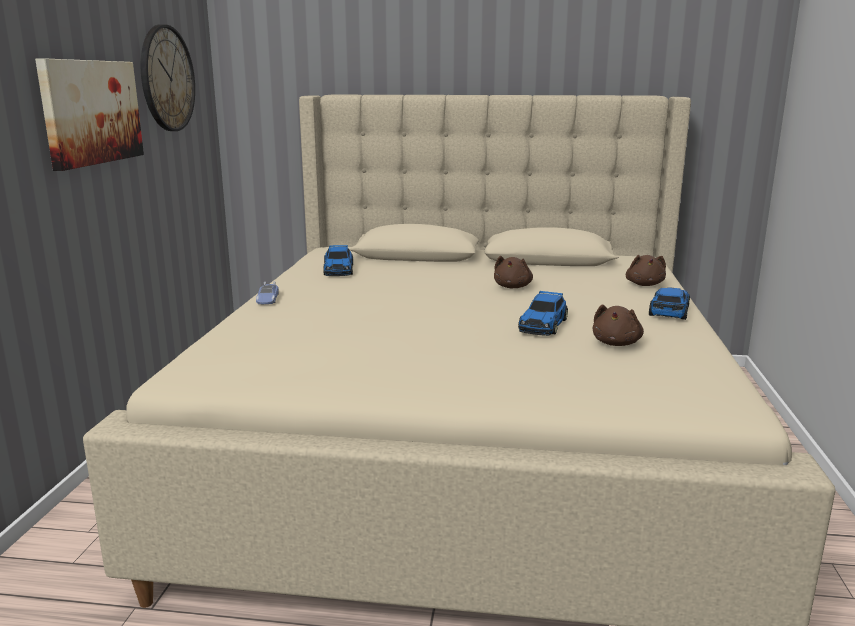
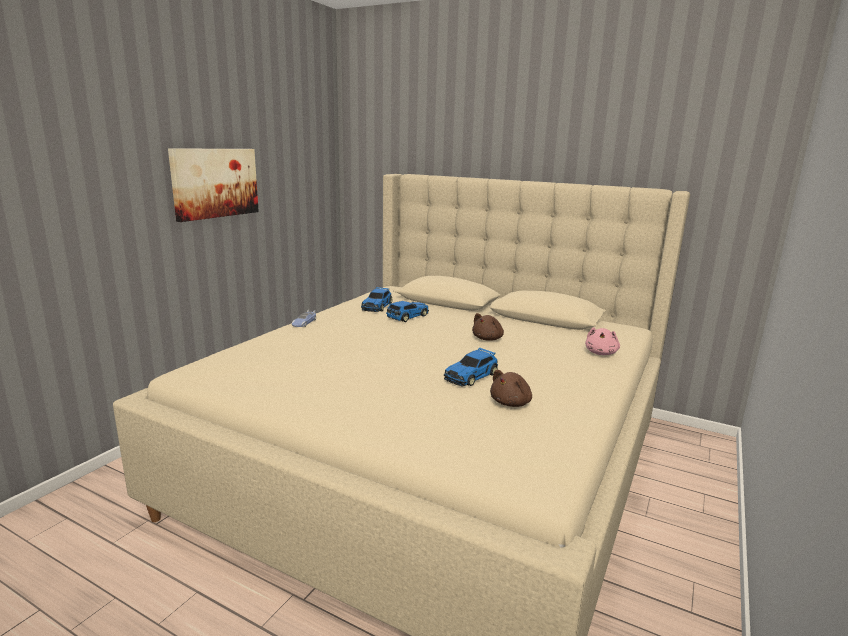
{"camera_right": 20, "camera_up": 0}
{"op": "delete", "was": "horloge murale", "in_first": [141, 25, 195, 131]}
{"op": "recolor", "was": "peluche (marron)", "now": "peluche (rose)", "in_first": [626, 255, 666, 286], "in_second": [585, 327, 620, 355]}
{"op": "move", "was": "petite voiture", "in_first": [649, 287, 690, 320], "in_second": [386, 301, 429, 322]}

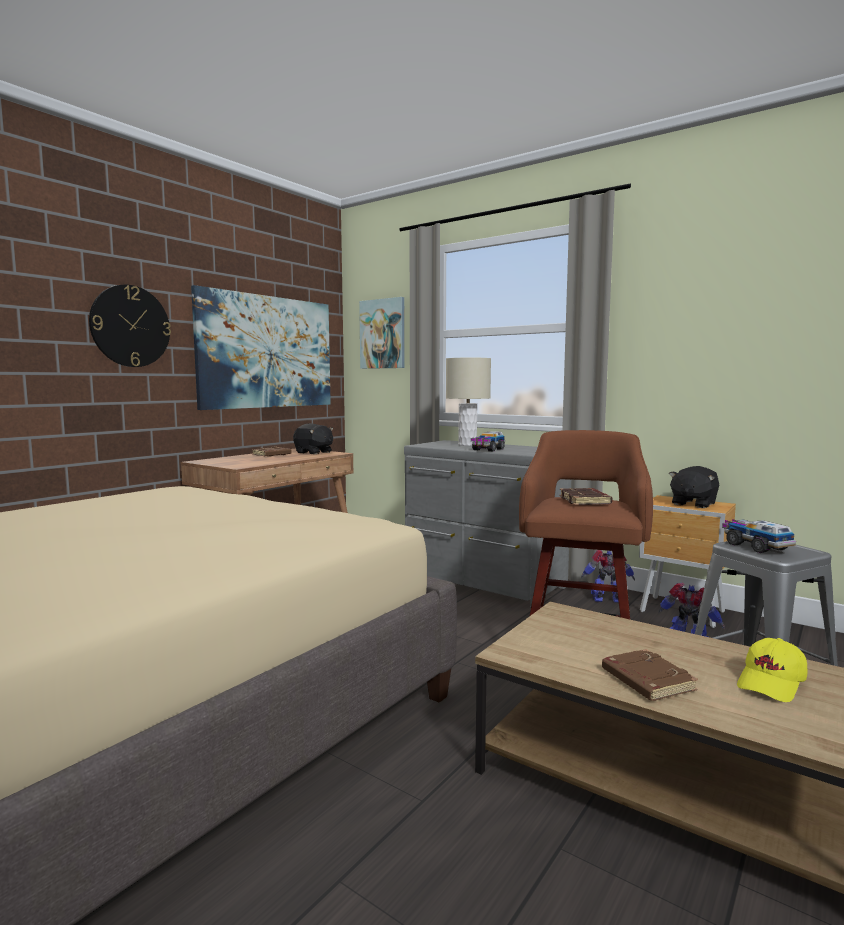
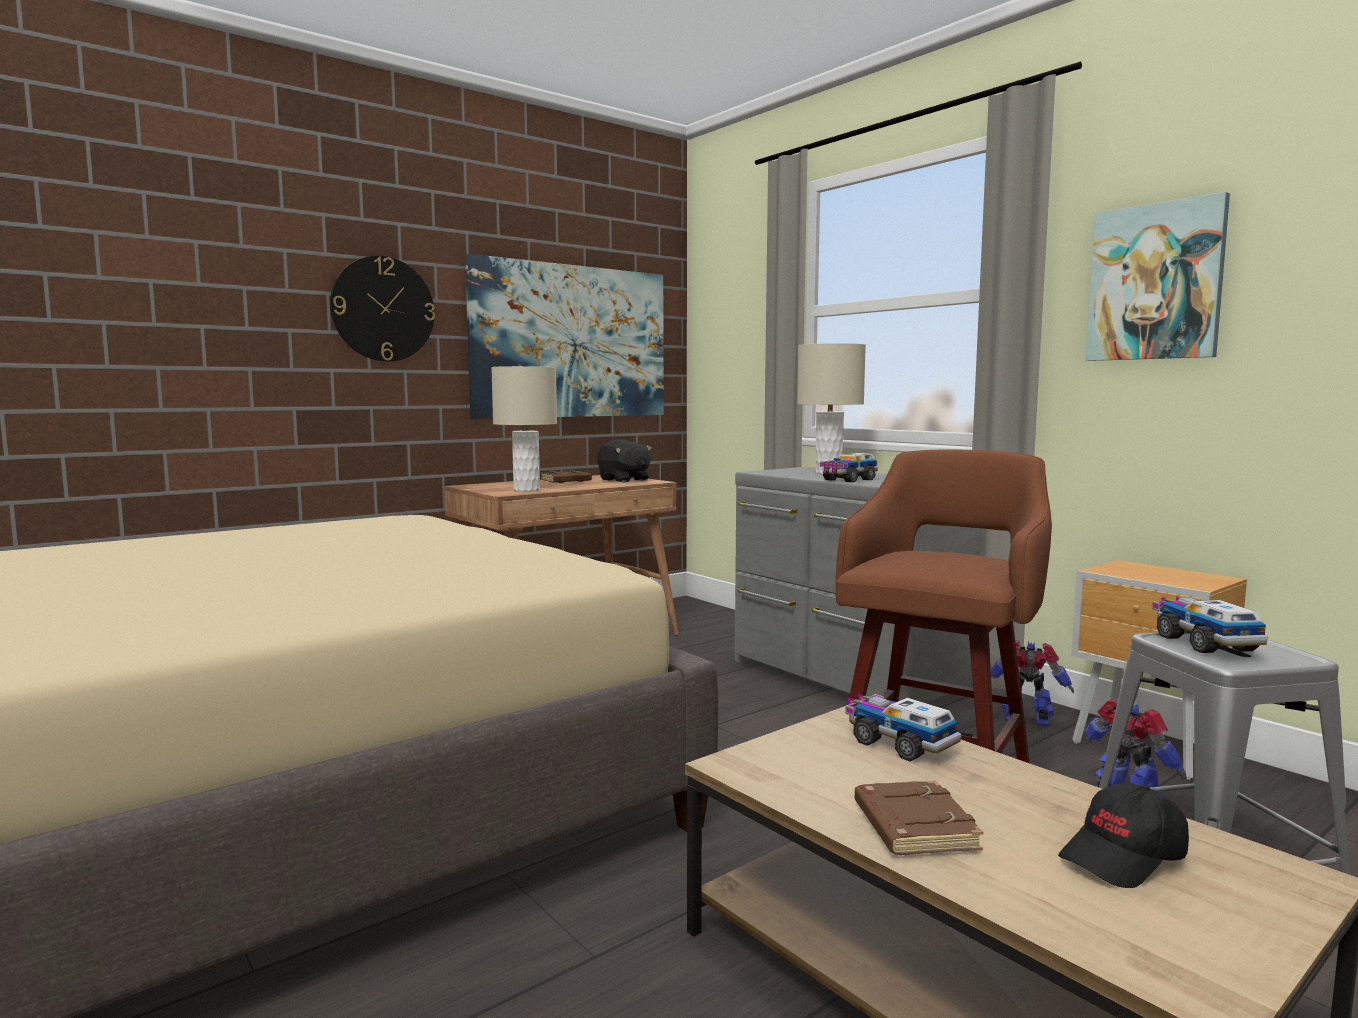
{"camera_right": 15, "camera_up": 0}
{"op": "move", "was": "tableau", "in_first": [359, 297, 405, 369], "in_second": [1086, 192, 1230, 361]}
{"op": "delete", "was": "peluche (noir)", "in_first": [669, 466, 719, 508]}
{"op": "delete", "was": "livre (marron)", "in_first": [559, 488, 612, 505]}
{"op": "recolor", "was": "casquette (jaune)", "now": "casquette (noir)", "in_first": [737, 638, 807, 702], "in_second": [1058, 783, 1189, 888]}
{"op": "insert", "now": "lampe de table (beige)", "in_second": [491, 366, 557, 492]}
{"op": "insert", "now": "camion jouet", "in_second": [845, 694, 961, 761]}

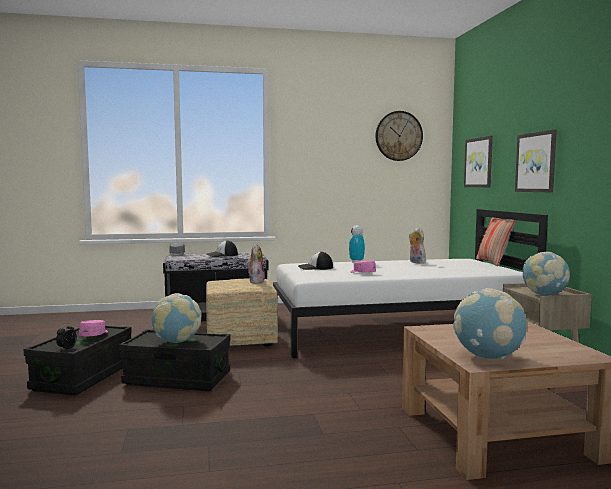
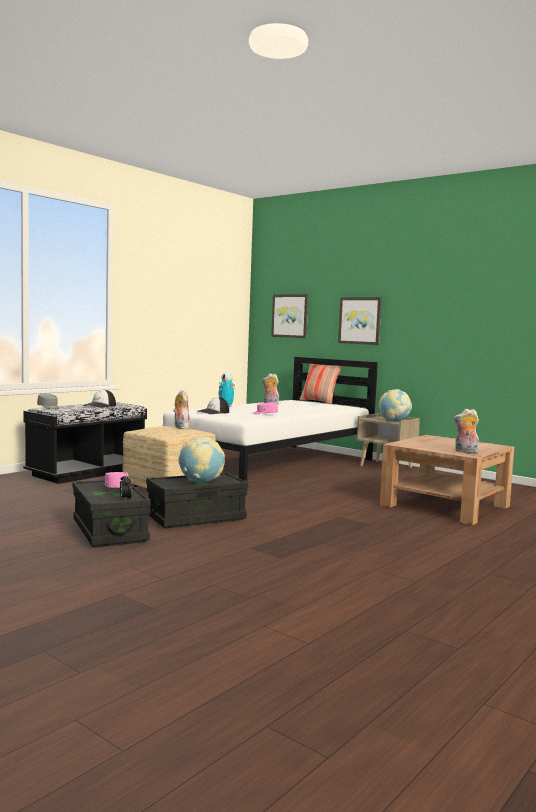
{"camera_right": -40, "camera_up": 0}
{"op": "delete", "was": "horloge murale", "in_first": [376, 111, 423, 161]}
{"op": "replace", "was": "globe", "now": "peluche", "in_first": [453, 288, 527, 359], "in_second": [453, 409, 479, 453]}

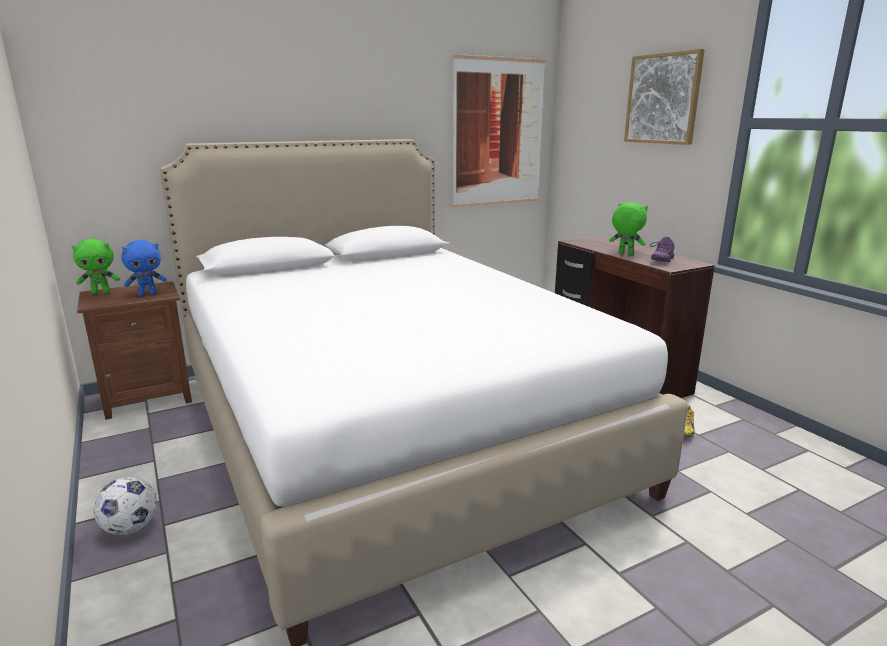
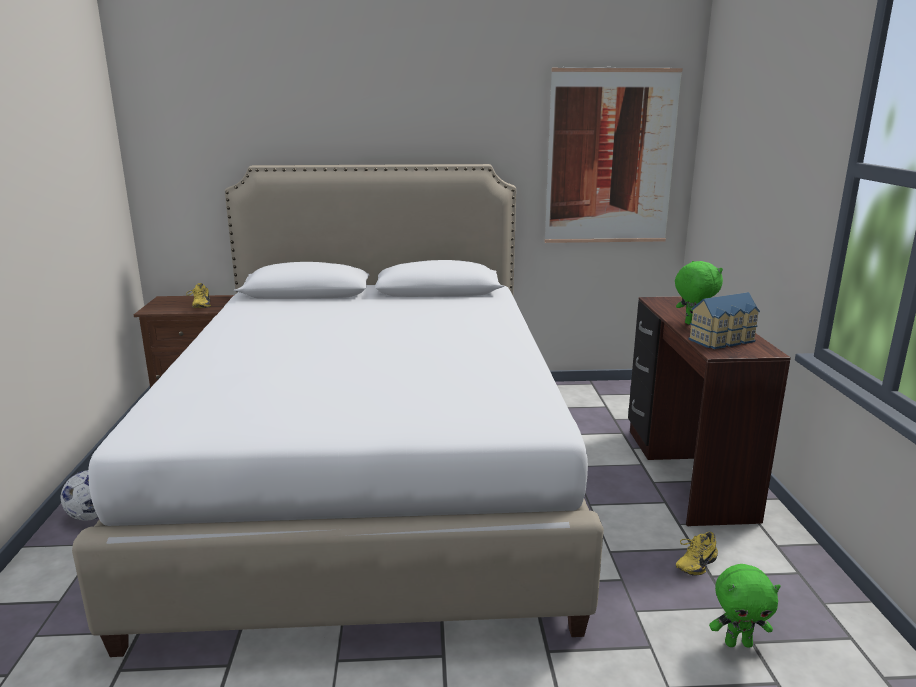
{"camera_right": 25, "camera_up": 0}
{"op": "delete", "was": "tableau", "in_first": [624, 49, 705, 145]}
{"op": "replace", "was": "chaussure (violet)", "now": "maison miniature", "in_first": [650, 237, 675, 262], "in_second": [688, 292, 760, 349]}
{"op": "move", "was": "peluche (vert)", "in_first": [72, 239, 120, 294], "in_second": [709, 564, 781, 648]}
{"op": "replace", "was": "peluche (bleu)", "now": "chaussure (jaune)", "in_first": [121, 240, 167, 296], "in_second": [186, 283, 211, 308]}

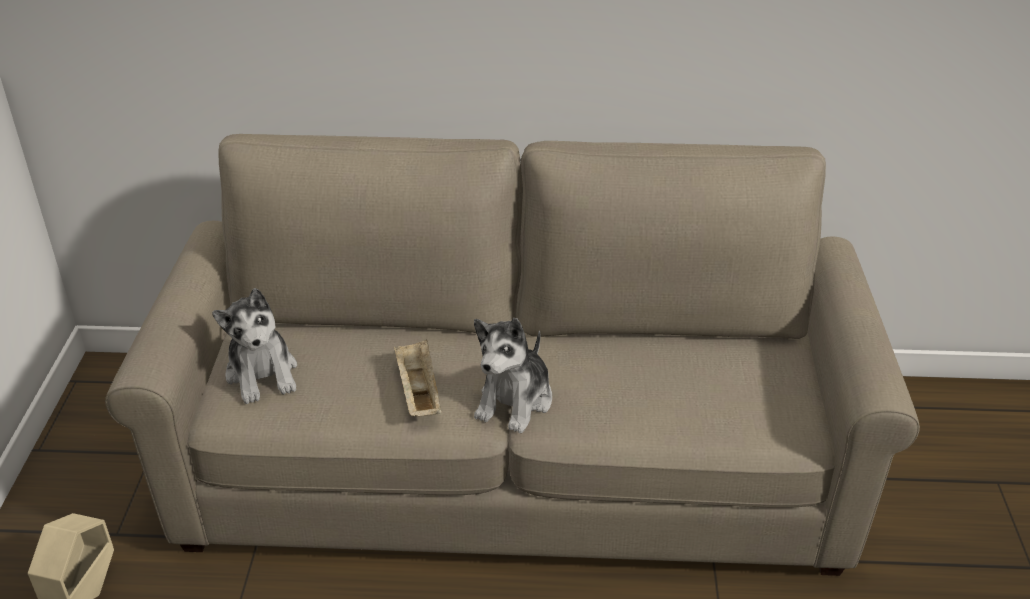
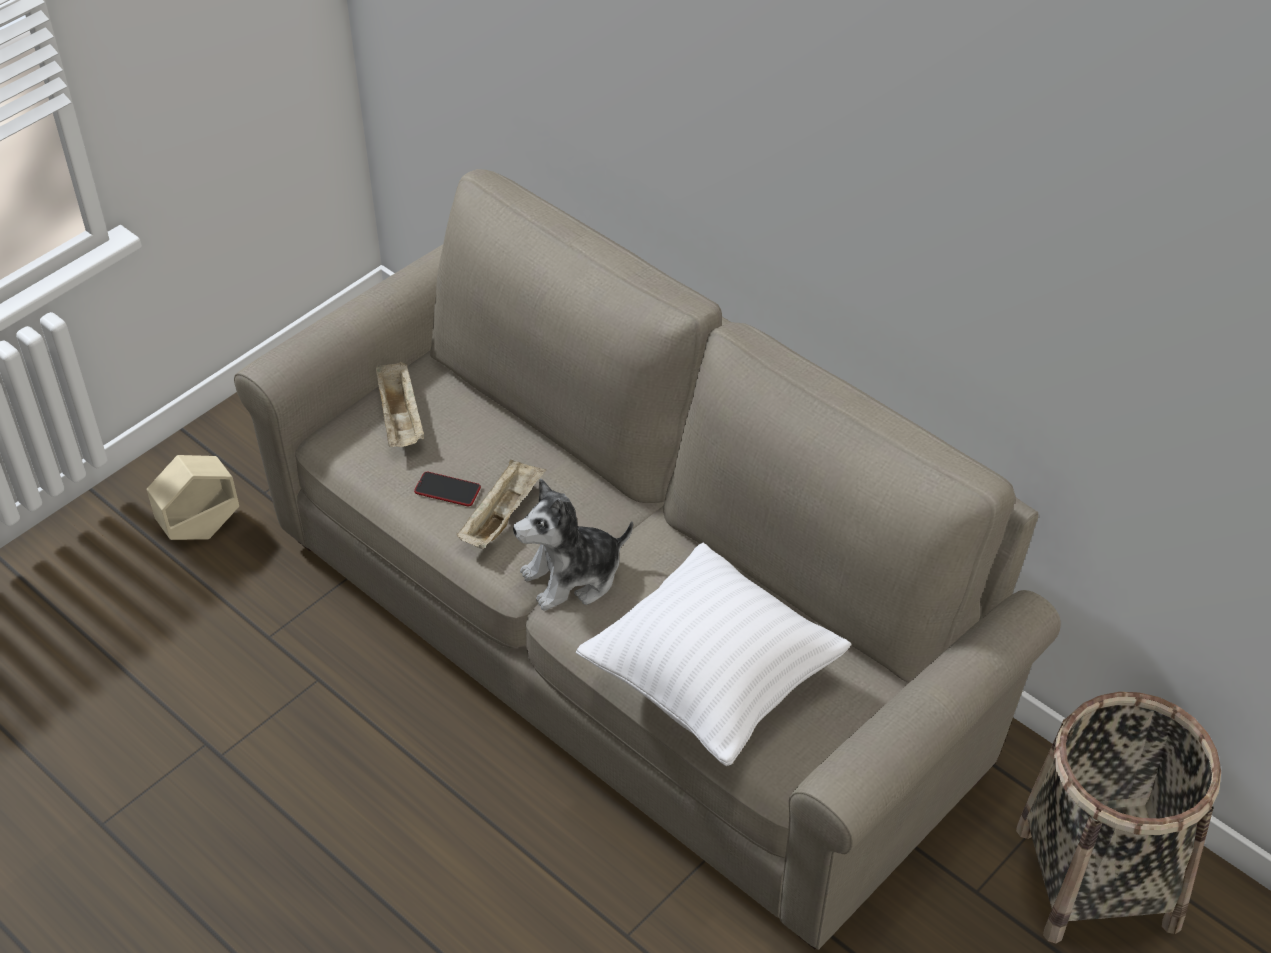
{"camera_right": 40, "camera_up": 10}
{"op": "replace", "was": "peluche", "now": "plateau (beige)", "in_first": [212, 288, 297, 404], "in_second": [376, 362, 424, 447]}
{"op": "insert", "now": "téléphone", "in_second": [414, 472, 481, 506]}
{"op": "insert", "now": "coussin (blanc)", "in_second": [576, 543, 851, 766]}
{"op": "insert", "now": "panier", "in_second": [1016, 692, 1221, 943]}

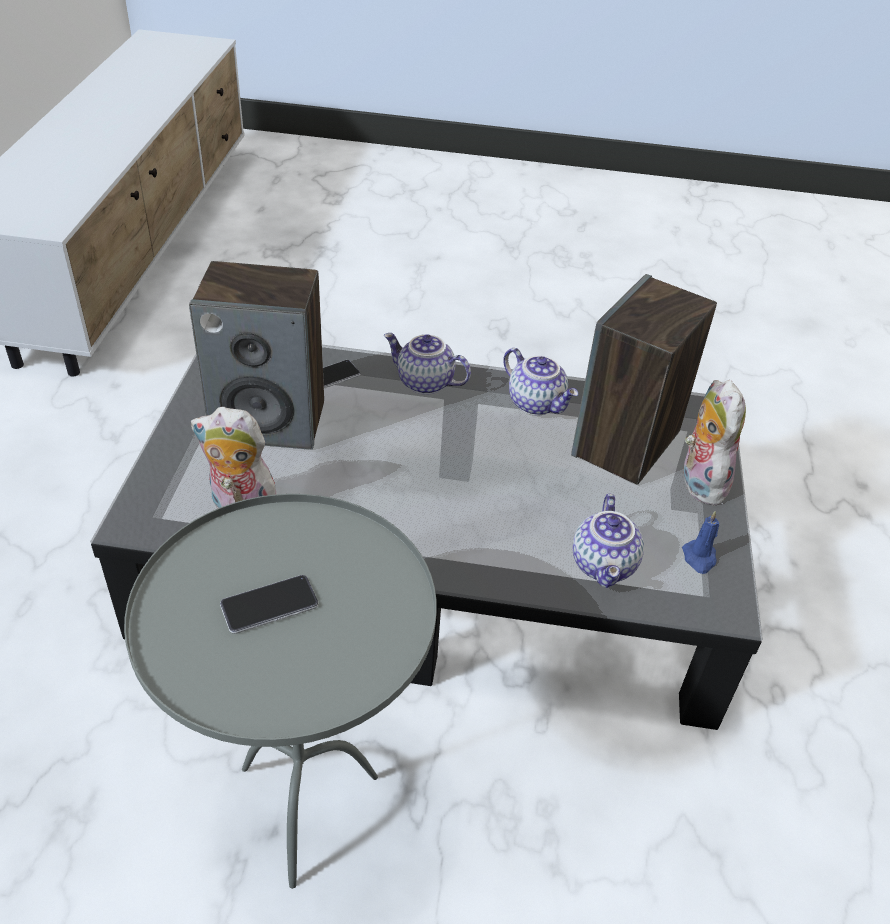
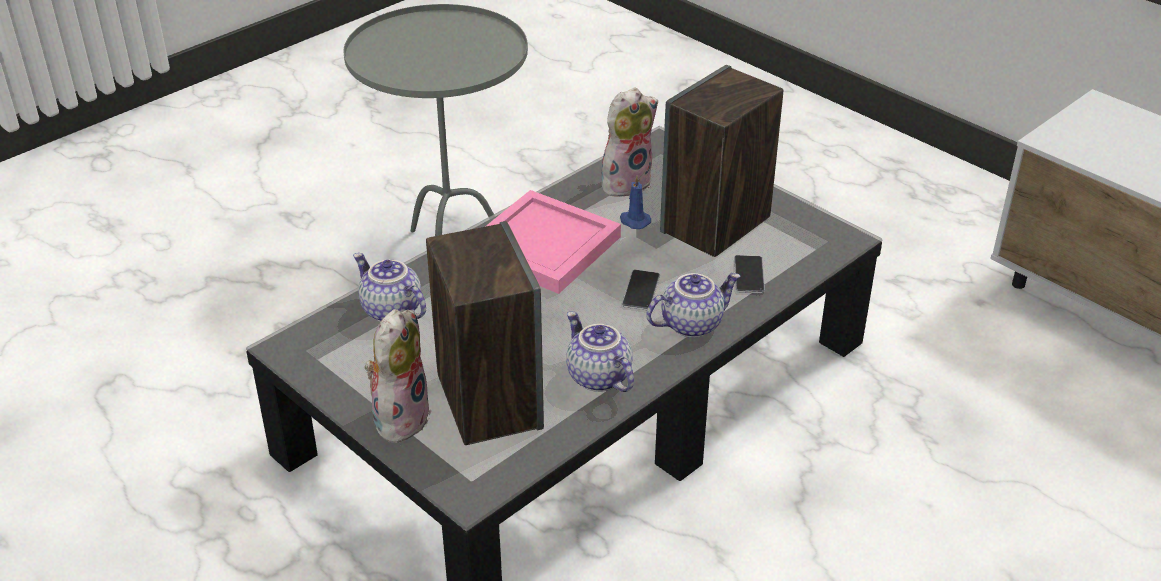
{"camera_right": 130, "camera_up": -5}
{"op": "rotate", "was": "théière", "in_first": [503, 348, 578, 416], "in_second": [566, 311, 634, 392], "clockwise": 60}
{"op": "rotate", "was": "peluche", "in_first": [683, 380, 746, 505], "in_second": [365, 309, 432, 443], "clockwise": -105}
{"op": "move", "was": "bougie (bleu)", "in_first": [682, 511, 719, 574], "in_second": [620, 175, 651, 229]}
{"op": "move", "was": "téléphone", "in_first": [220, 575, 318, 634], "in_second": [622, 270, 660, 310]}
{"op": "insert", "now": "plateau (rose)", "in_second": [485, 190, 621, 294]}

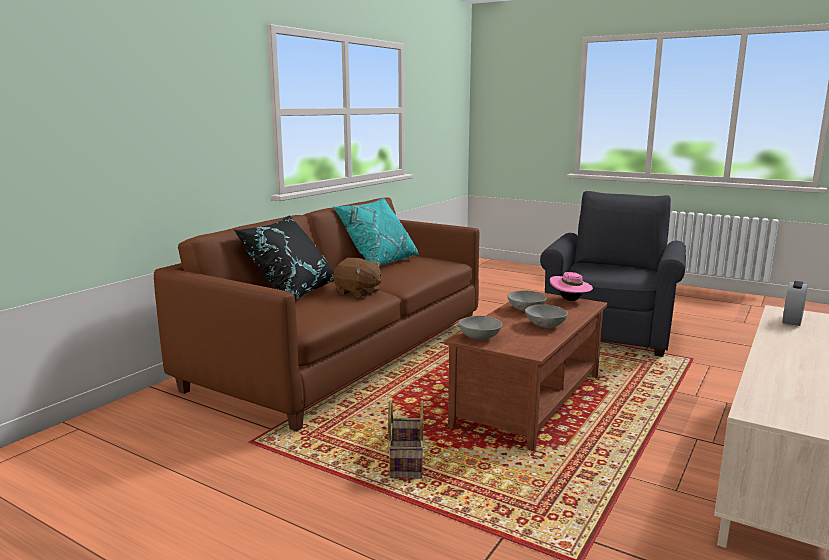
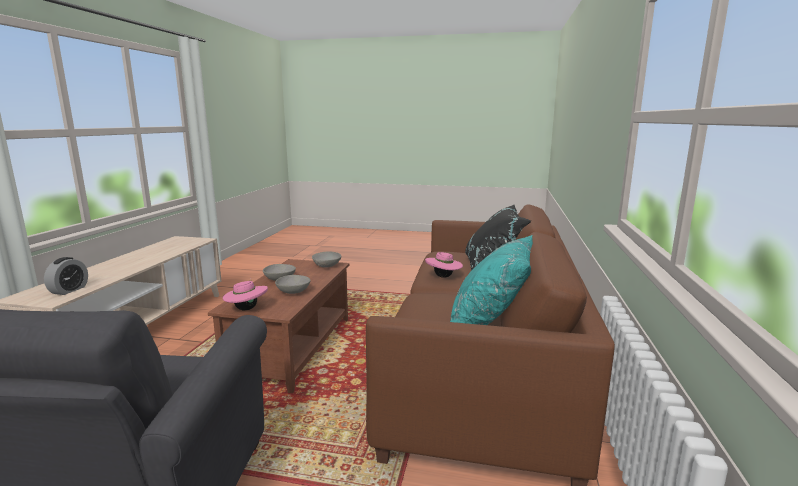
{"camera_right": 160, "camera_up": 0}
{"op": "replace", "was": "peluche (marron)", "now": "chapeau (rose)", "in_first": [333, 258, 382, 298], "in_second": [425, 252, 463, 278]}
{"op": "delete", "was": "panier", "in_first": [388, 400, 424, 478]}

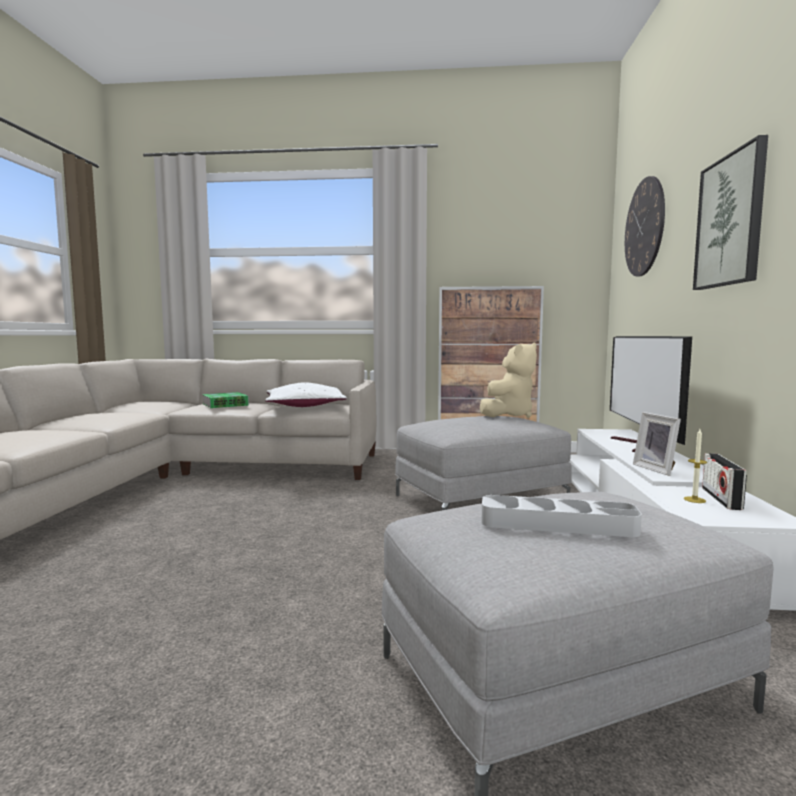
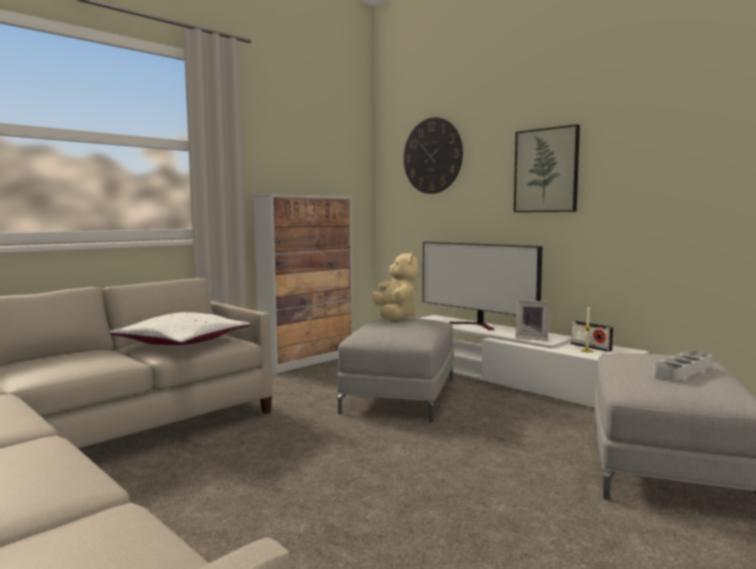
{"camera_right": -50, "camera_up": 0}
{"op": "delete", "was": "livre", "in_first": [202, 392, 249, 408]}

